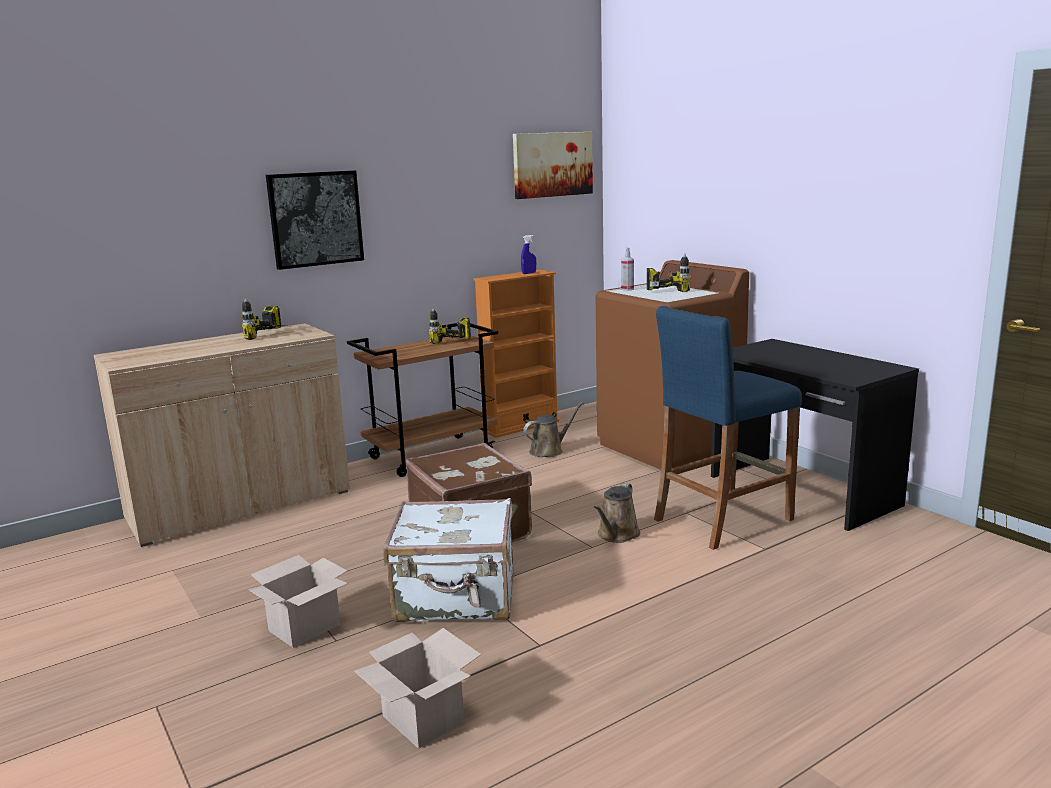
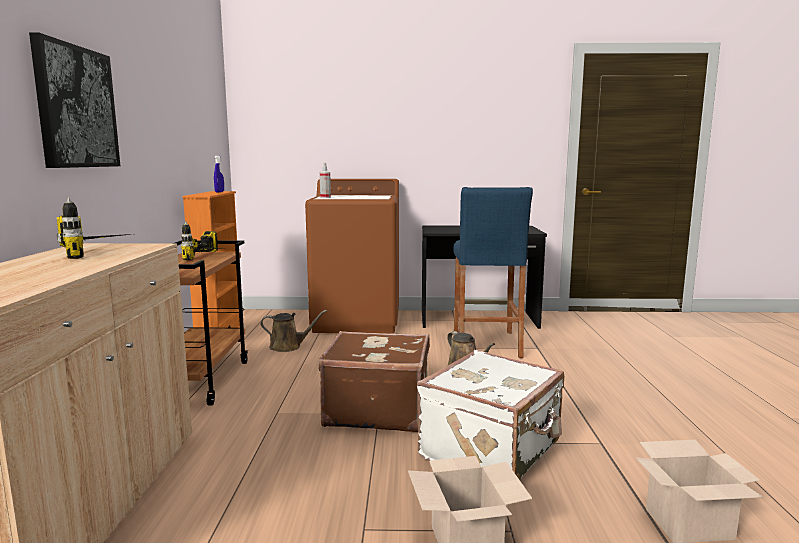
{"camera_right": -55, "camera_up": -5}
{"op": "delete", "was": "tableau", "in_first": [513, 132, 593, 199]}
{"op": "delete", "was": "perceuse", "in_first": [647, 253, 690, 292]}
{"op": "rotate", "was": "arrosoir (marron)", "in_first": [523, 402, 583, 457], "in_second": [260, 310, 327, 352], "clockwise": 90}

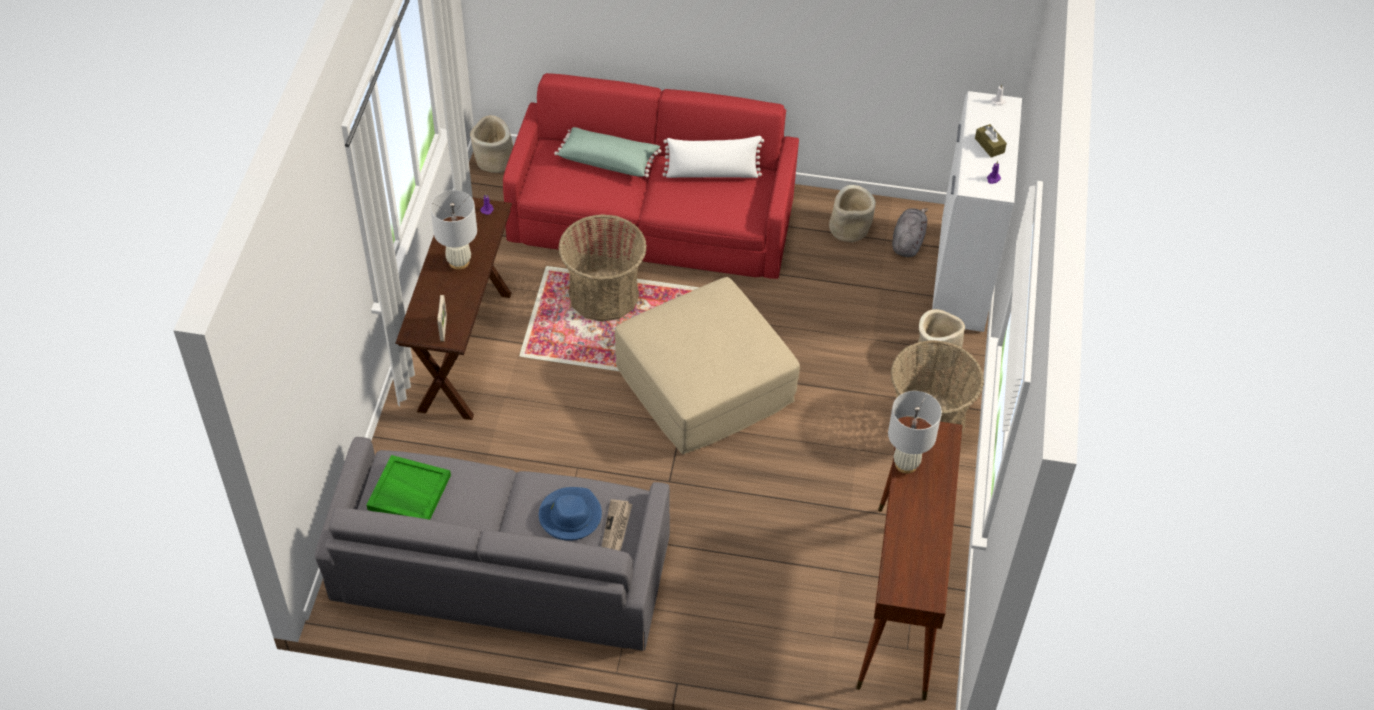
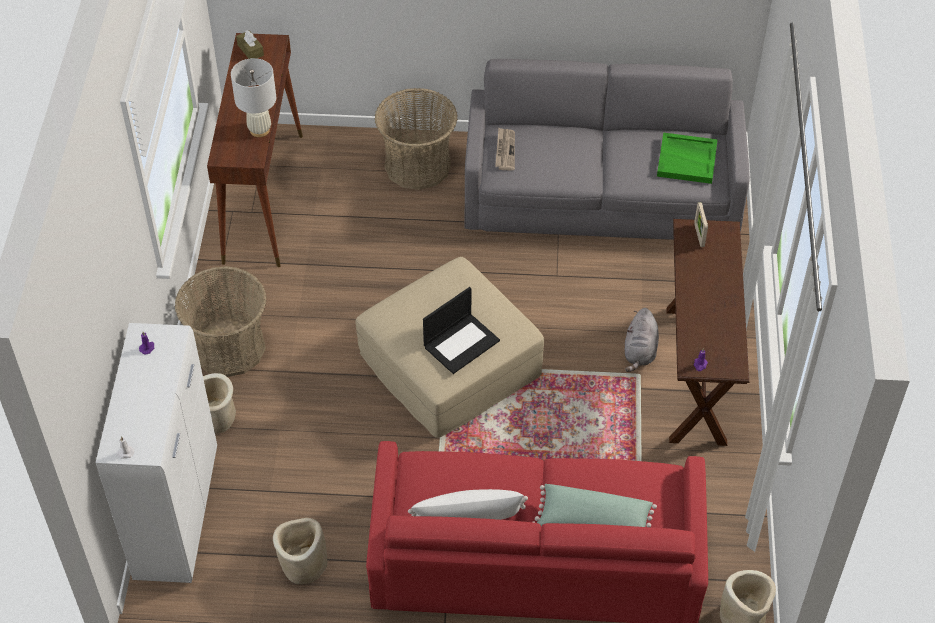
{"camera_right": 175, "camera_up": 0}
{"op": "move", "was": "boîte à mouchoirs (marron)", "in_first": [975, 124, 1007, 158], "in_second": [236, 30, 264, 59]}
{"op": "delete", "was": "lampe de table (blanc)", "in_first": [430, 190, 477, 270]}
{"op": "move", "was": "peluche (gris)", "in_first": [892, 208, 928, 257], "in_second": [625, 308, 659, 372]}
{"op": "move", "was": "panier", "in_first": [558, 214, 647, 322], "in_second": [374, 88, 458, 190]}
{"op": "delete", "was": "chapeau (bleu)", "in_first": [539, 487, 602, 541]}
{"op": "insert", "now": "ordinateur portable", "in_second": [423, 287, 500, 374]}

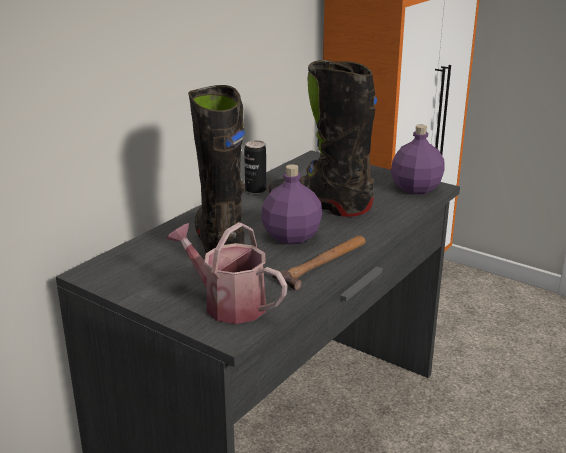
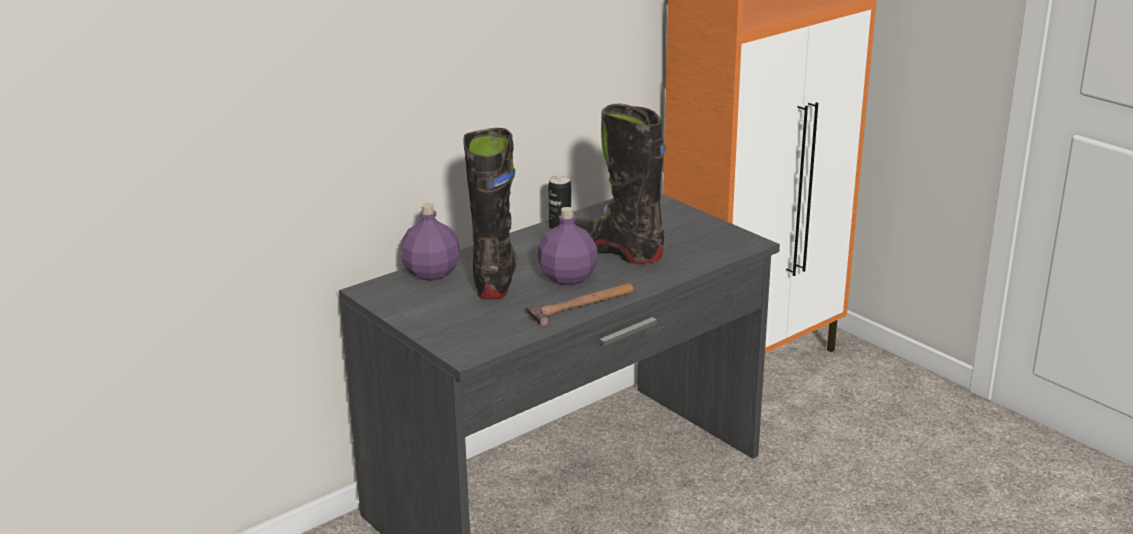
{"camera_right": 15, "camera_up": 0}
{"op": "move", "was": "bouteille (violet)", "in_first": [391, 125, 445, 194], "in_second": [401, 203, 459, 281]}
{"op": "delete", "was": "arrosoir", "in_first": [167, 222, 287, 324]}

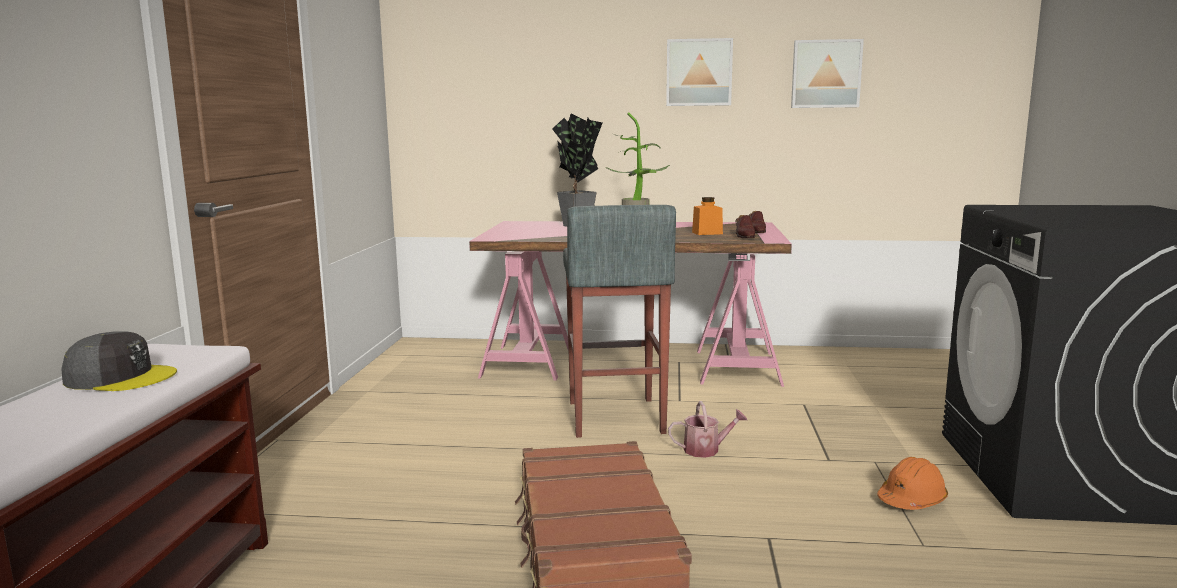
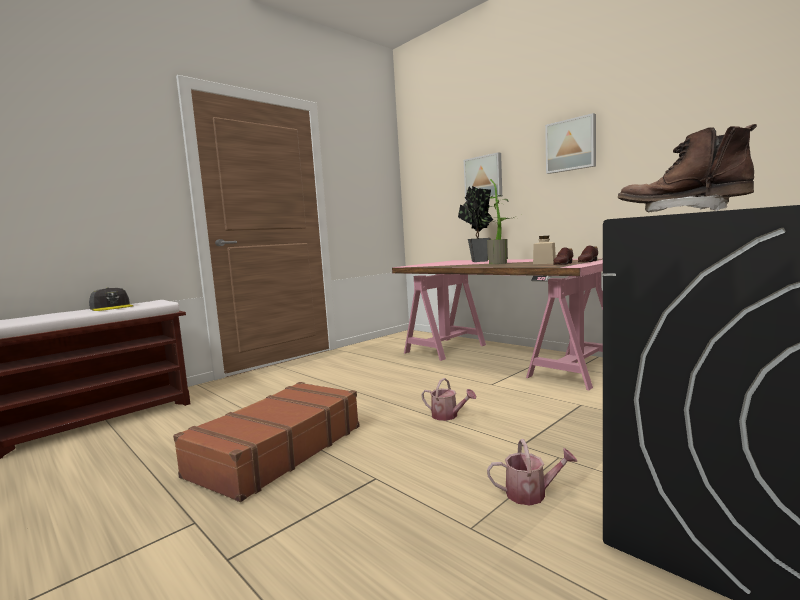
{"camera_right": 40, "camera_up": -5}
{"op": "move", "was": "tableau", "in_first": [791, 39, 864, 108], "in_second": [464, 152, 502, 201]}
{"op": "recolor", "was": "bocal (orange)", "now": "bocal (beige)", "in_first": [692, 197, 723, 235], "in_second": [533, 236, 556, 264]}
{"op": "delete", "was": "tabouret (gris)", "in_first": [563, 205, 676, 438]}
{"op": "replace", "was": "casque de chantier (orange)", "now": "arrosoir", "in_first": [877, 457, 948, 510], "in_second": [487, 439, 577, 505]}
{"op": "insert", "now": "botte (marron)", "in_second": [618, 124, 757, 212]}

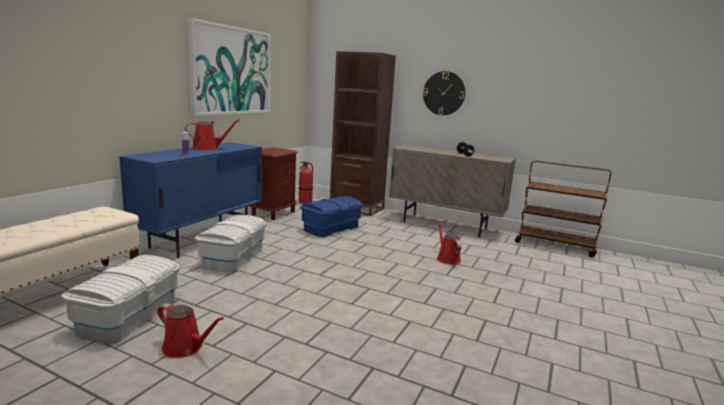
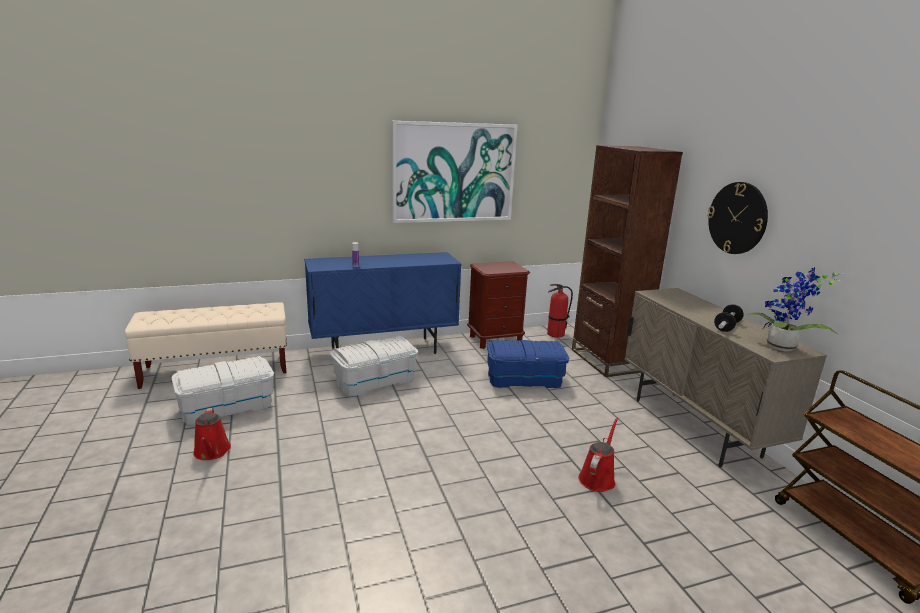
{"camera_right": 45, "camera_up": 5}
{"op": "delete", "was": "arrosoir (rouge)", "in_first": [185, 119, 240, 151]}
{"op": "insert", "now": "plante en pot", "in_second": [747, 267, 844, 352]}

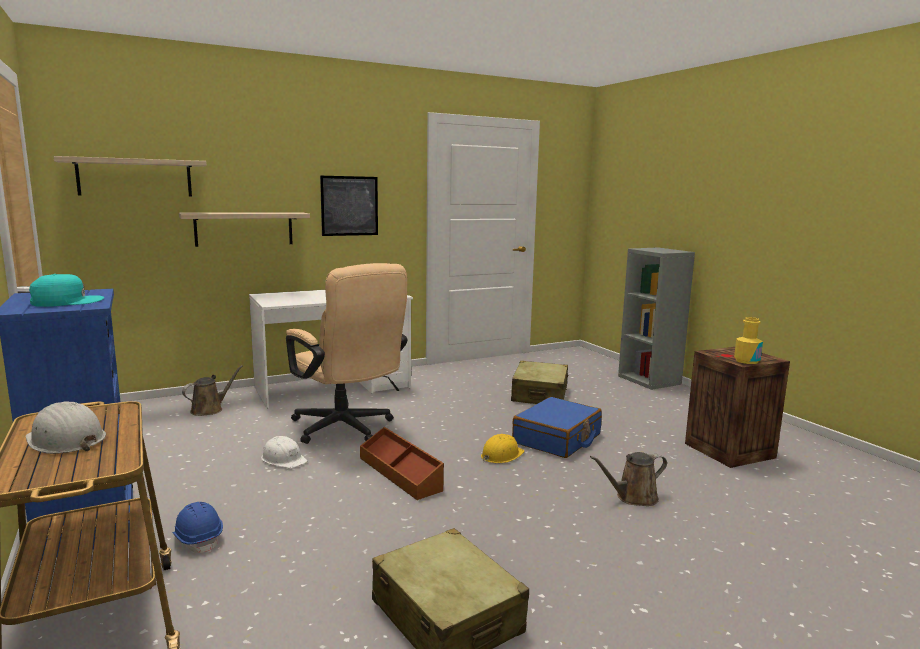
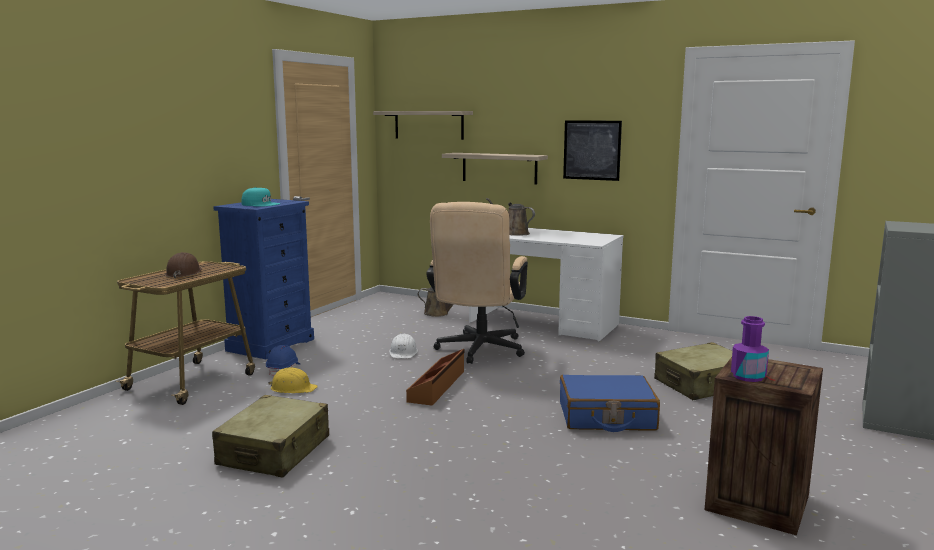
{"camera_right": 55, "camera_up": 0}
{"op": "recolor", "was": "bouteille (jaune)", "now": "bouteille (violet)", "in_first": [734, 317, 763, 364], "in_second": [731, 316, 769, 382]}
{"op": "recolor", "was": "casque de chantier (blanc)", "now": "casque de chantier (marron)", "in_first": [26, 401, 106, 454], "in_second": [165, 252, 202, 279]}
{"op": "move", "was": "casque de chantier (jaune)", "in_first": [481, 434, 525, 463], "in_second": [268, 367, 318, 393]}
{"op": "move", "was": "arrosoir (marron)", "in_first": [590, 452, 667, 506], "in_second": [486, 198, 535, 236]}

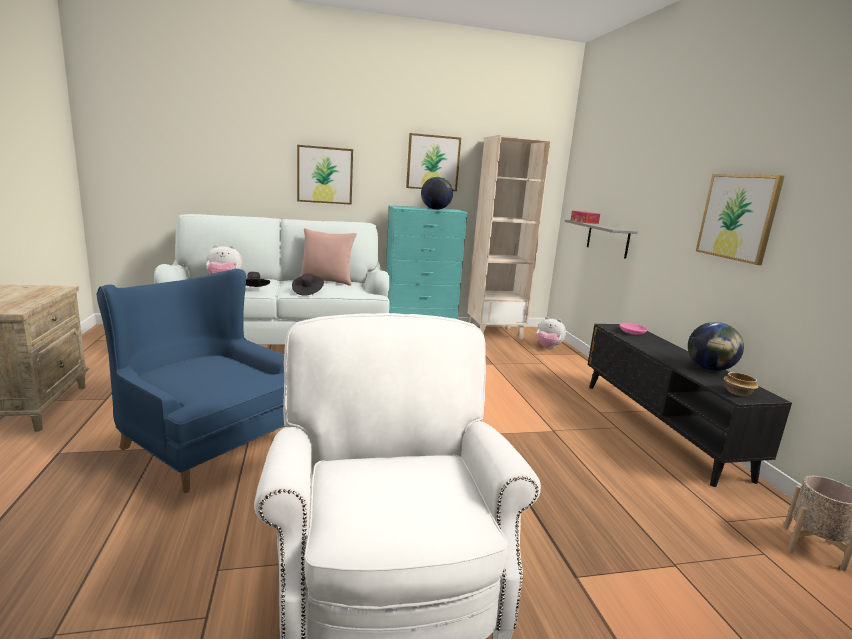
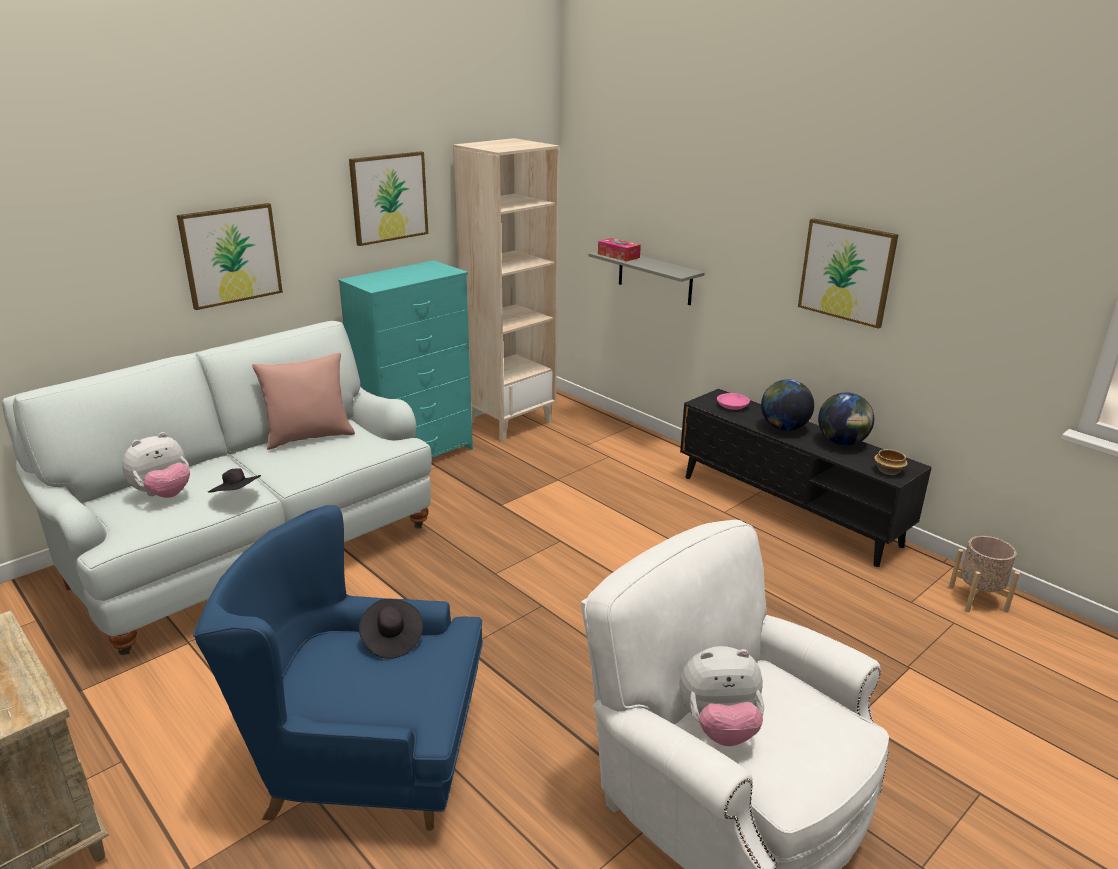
{"camera_right": -30, "camera_up": 10}
{"op": "move", "was": "globe", "in_first": [421, 177, 453, 210], "in_second": [761, 379, 814, 431]}
{"op": "move", "was": "chapeau (noir)", "in_first": [292, 273, 324, 295], "in_second": [359, 599, 423, 659]}
{"op": "move", "was": "peluche", "in_first": [536, 317, 566, 348], "in_second": [680, 646, 764, 746]}

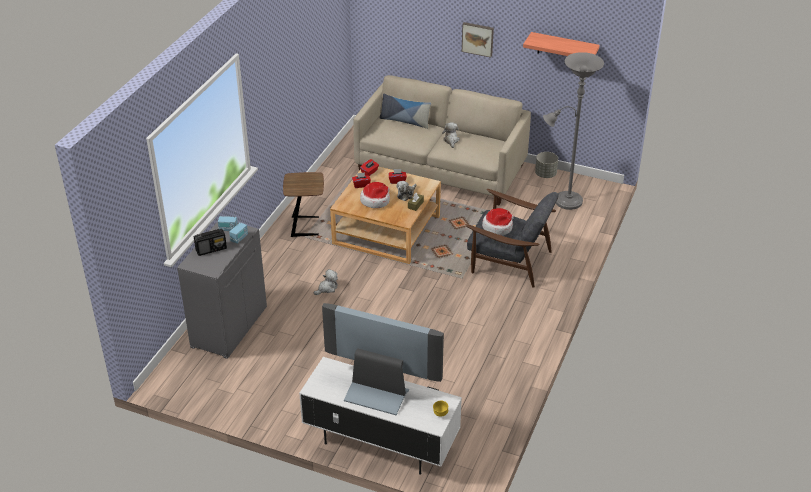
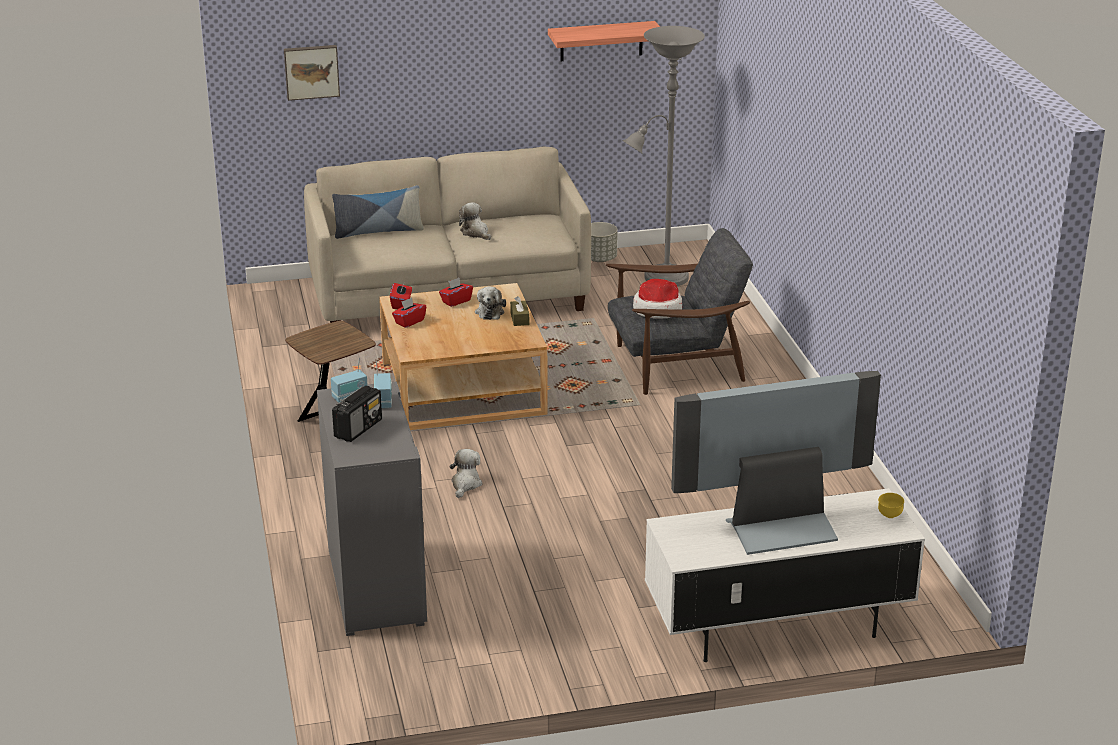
{"camera_right": -35, "camera_up": -10}
{"op": "move", "was": "tableau", "in_first": [462, 22, 494, 58], "in_second": [284, 45, 340, 101]}
{"op": "delete", "was": "chapeau", "in_first": [360, 182, 390, 208]}

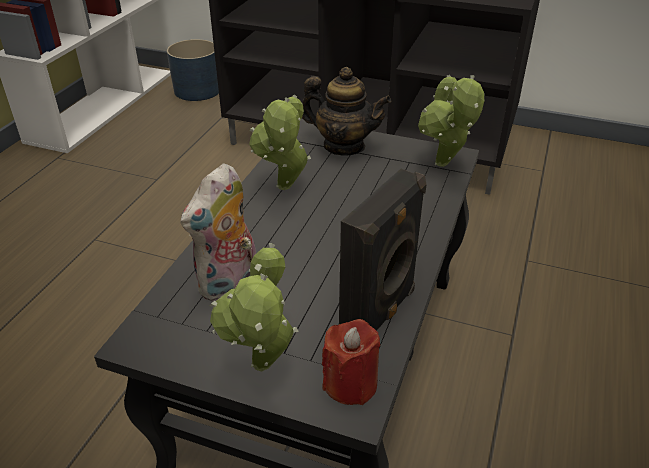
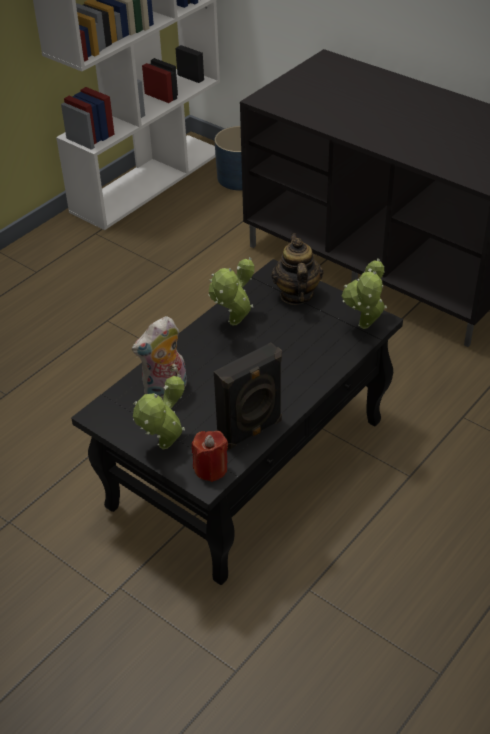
{"camera_right": 20, "camera_up": 5}
{"op": "rotate", "was": "théière", "in_first": [302, 67, 391, 156], "in_second": [271, 233, 323, 305], "clockwise": -135}

